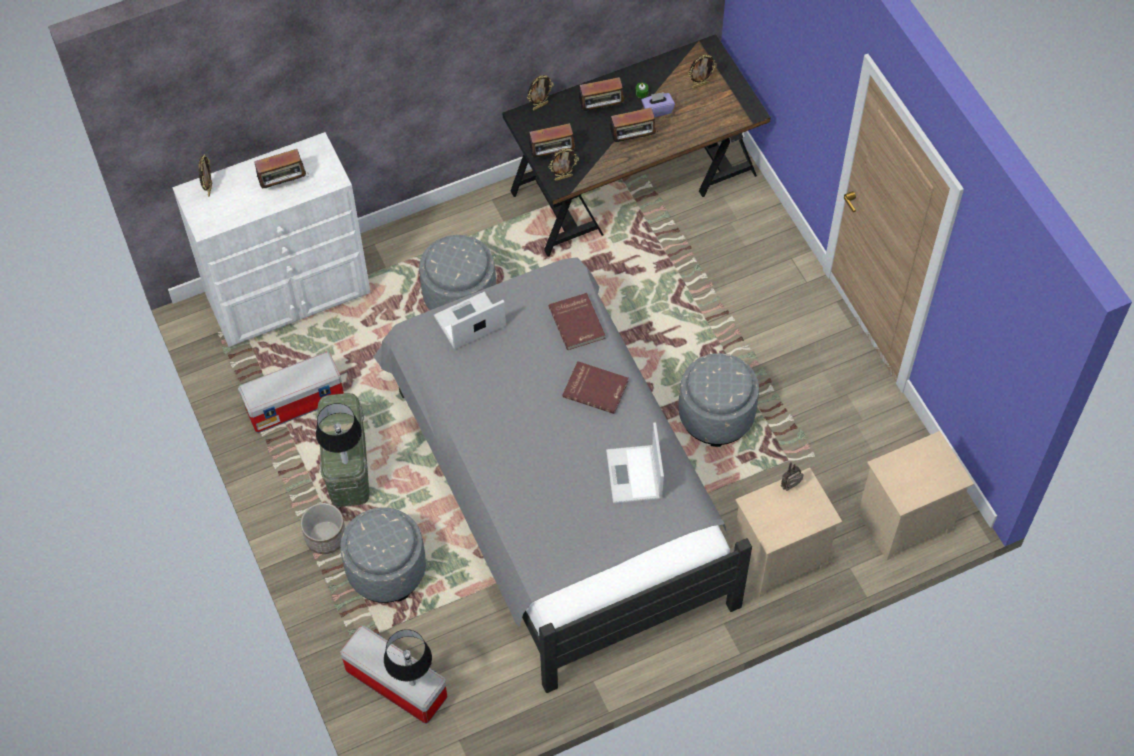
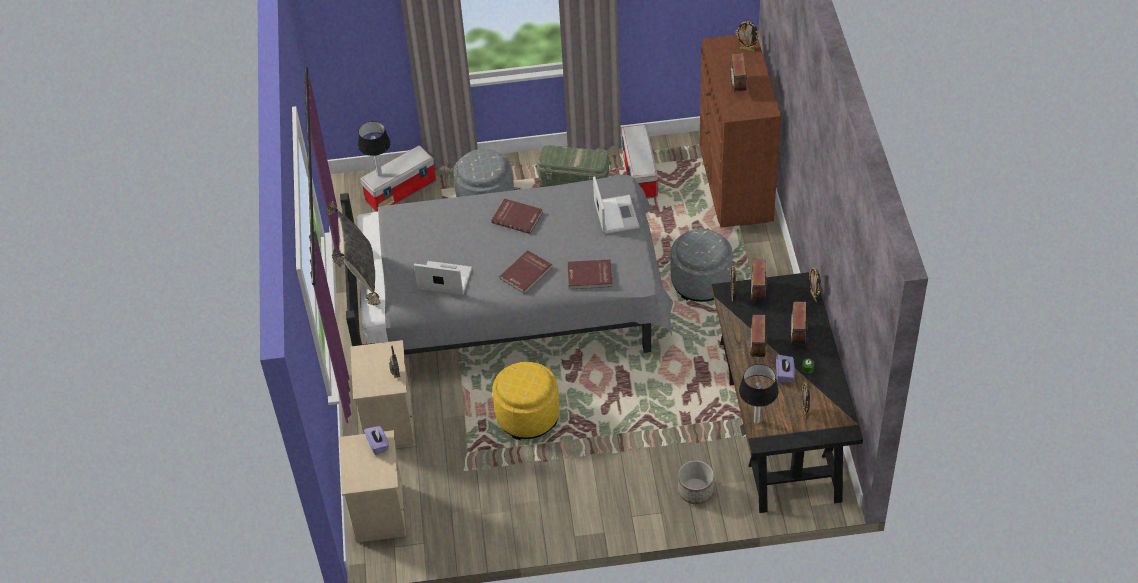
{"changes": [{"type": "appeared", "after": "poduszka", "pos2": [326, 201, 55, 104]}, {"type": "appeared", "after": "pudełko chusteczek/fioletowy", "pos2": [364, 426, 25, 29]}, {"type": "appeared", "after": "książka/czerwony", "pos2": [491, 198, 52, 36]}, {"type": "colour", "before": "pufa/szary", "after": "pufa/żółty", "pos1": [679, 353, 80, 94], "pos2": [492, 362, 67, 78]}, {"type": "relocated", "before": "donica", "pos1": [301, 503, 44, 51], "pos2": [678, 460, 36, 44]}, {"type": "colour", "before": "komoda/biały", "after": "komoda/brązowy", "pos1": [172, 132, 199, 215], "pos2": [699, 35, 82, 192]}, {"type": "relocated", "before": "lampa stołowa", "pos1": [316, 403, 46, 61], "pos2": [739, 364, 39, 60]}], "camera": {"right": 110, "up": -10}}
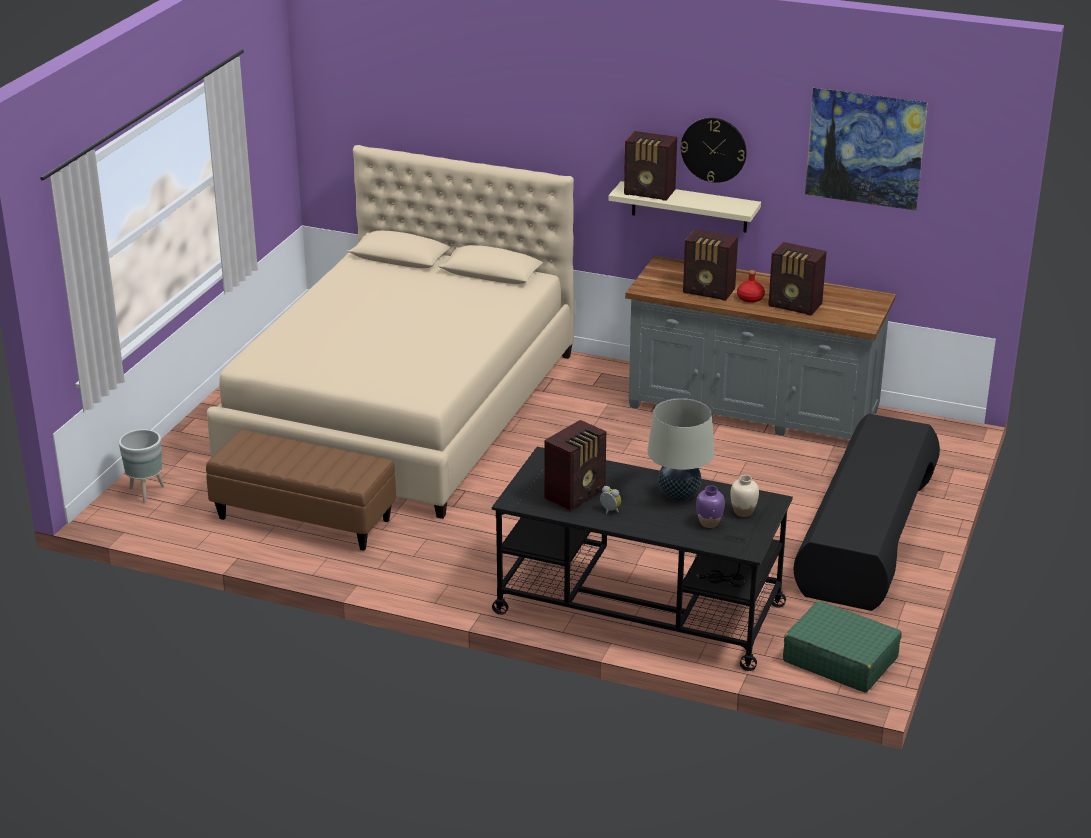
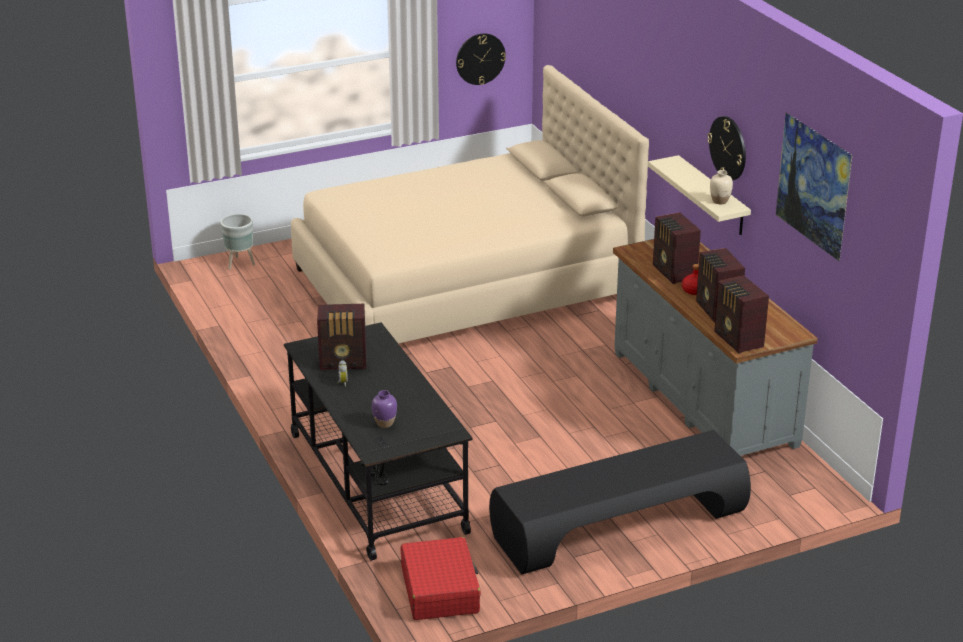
{"changes": [{"type": "colour", "before": "walizka/zielony", "after": "walizka/czerwony", "pos1": [783, 601, 119, 91], "pos2": [400, 537, 81, 83]}, {"type": "appeared", "after": "zegar ścienny", "pos2": [456, 33, 50, 52]}, {"type": "relocated", "before": "wazon/beżowy", "pos1": [730, 475, 29, 42], "pos2": [710, 170, 23, 34]}, {"type": "relocated", "before": "radio", "pos1": [624, 131, 53, 70], "pos2": [714, 275, 55, 78]}, {"type": "missing", "before": "pufa/brązowy", "pos1": [206, 430, 190, 121]}, {"type": "missing", "before": "lampa stołowa/beżowy", "pos1": [647, 398, 67, 102]}], "camera": {"right": 45, "up": 0}}
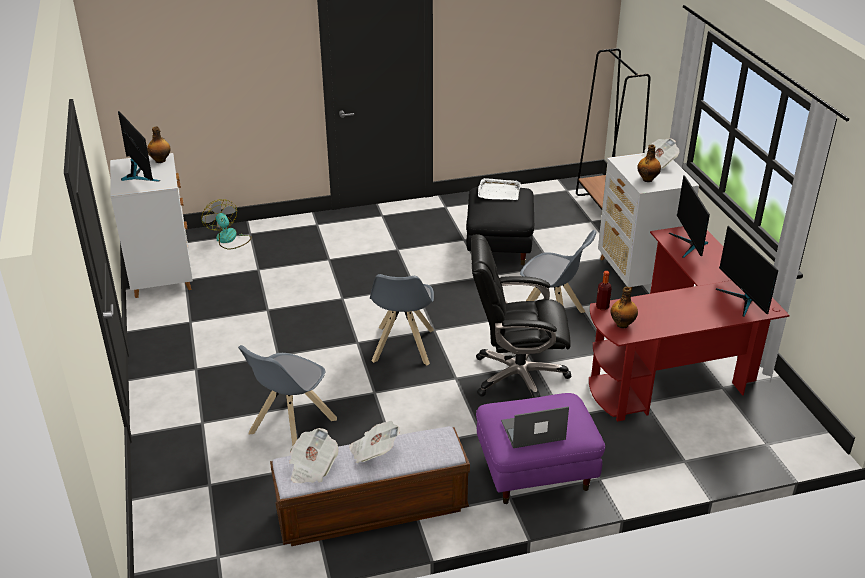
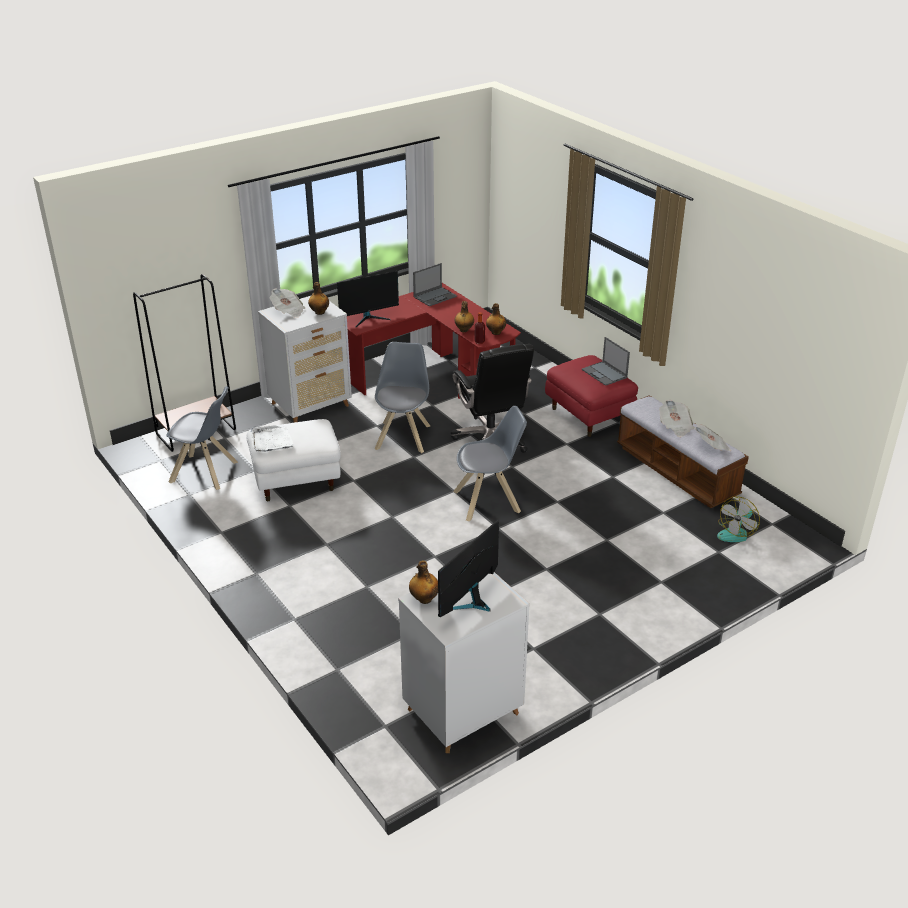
{"changes": [{"type": "relocated", "before": "krzesło/szary", "pos1": [238, 345, 99, 101], "pos2": [166, 386, 72, 104]}, {"type": "colour", "before": "pufa/czarny", "after": "pufa/biały", "pos1": [466, 187, 68, 78], "pos2": [246, 419, 94, 83]}, {"type": "exchanged", "before": "monitor", "after": "laptop", "pos1": [715, 226, 63, 91], "pos2": [413, 263, 44, 43]}, {"type": "appeared", "after": "butelka", "pos2": [455, 301, 19, 31]}, {"type": "colour", "before": "pufa/fioletowy", "after": "pufa/czerwony", "pos1": [476, 393, 129, 111], "pos2": [545, 355, 93, 82]}, {"type": "relocated", "before": "wentylator", "pos1": [201, 199, 51, 51], "pos2": [717, 496, 43, 46]}], "camera": {"right": -110, "up": 0}}
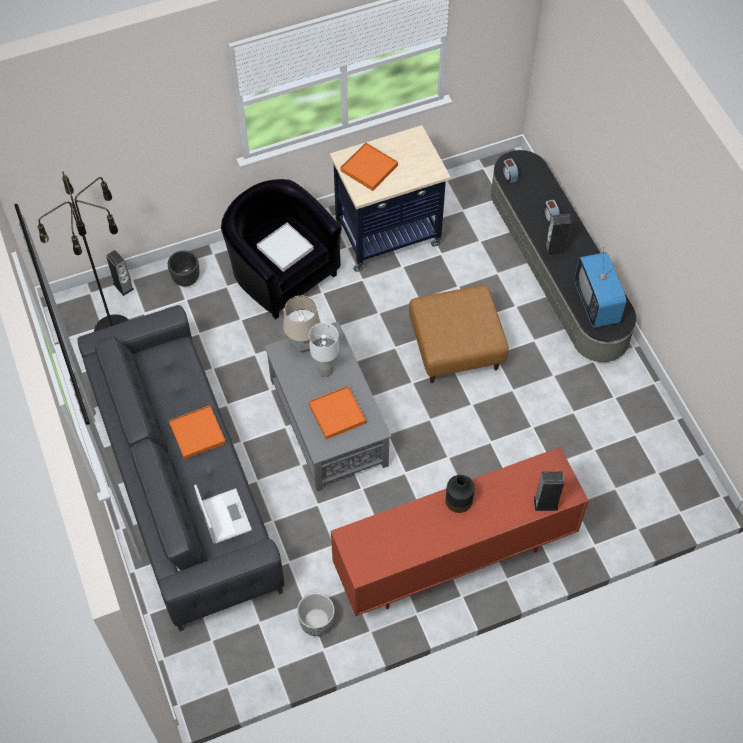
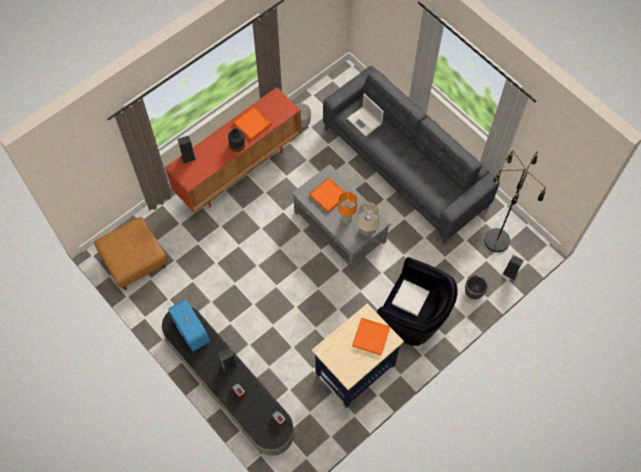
{"changes": [{"type": "relocated", "before": "pufa/brązowy", "pos1": [409, 285, 100, 98], "pos2": [94, 217, 73, 73]}, {"type": "relocated", "before": "taca/pomarańczowy", "pos1": [169, 405, 57, 55], "pos2": [234, 106, 38, 34]}, {"type": "colour", "before": "lampa stołowa/biały", "after": "lampa stołowa/pomarańczowy", "pos1": [309, 323, 30, 54], "pos2": [338, 192, 19, 32]}], "camera": {"right": 160, "up": 5}}
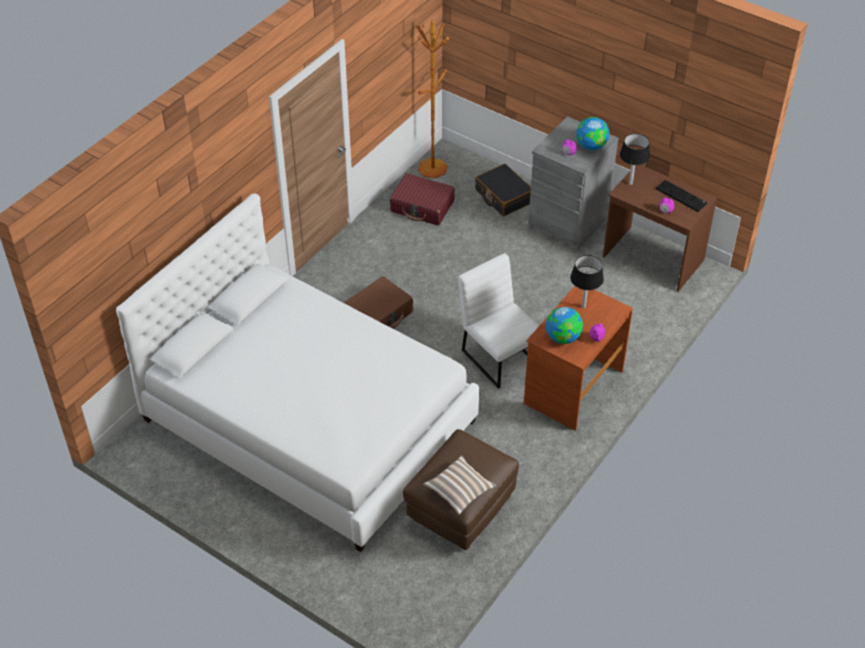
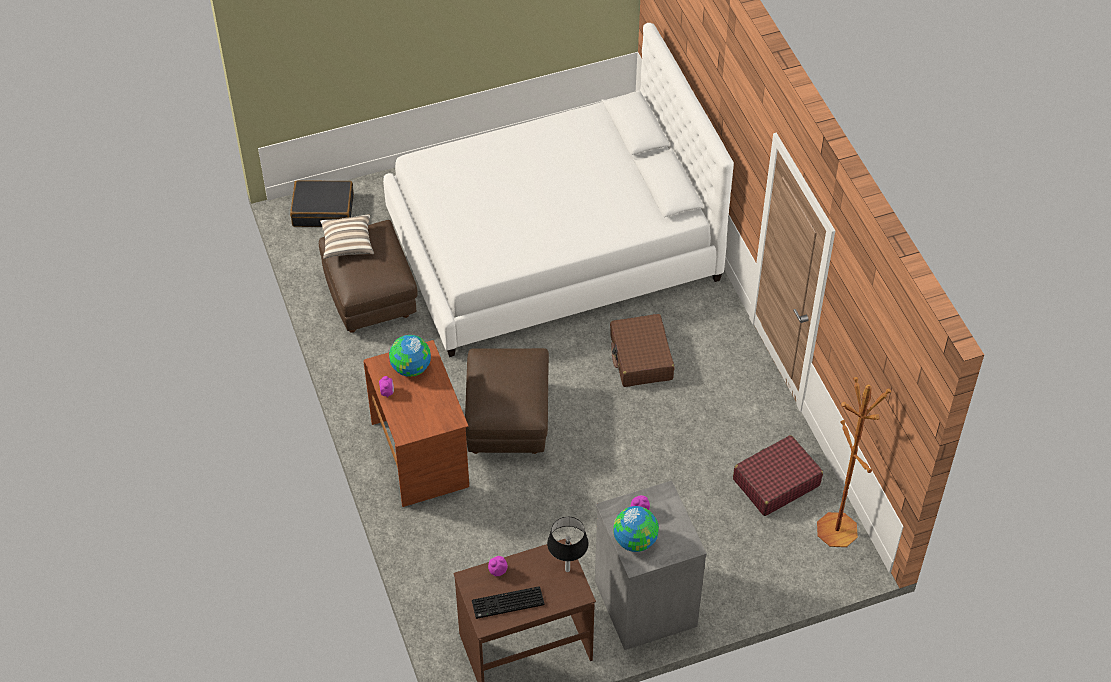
{"changes": [{"type": "relocated", "before": "walizka/czarny", "pos1": [475, 164, 56, 52], "pos2": [290, 180, 64, 47]}, {"type": "exchanged", "before": "krzesło/biały", "after": "pufa/brązowy", "pos1": [458, 253, 81, 136], "pos2": [465, 348, 84, 106]}, {"type": "missing", "before": "lampa stołowa/czarny", "pos1": [570, 255, 34, 53]}], "camera": {"right": 125, "up": 5}}
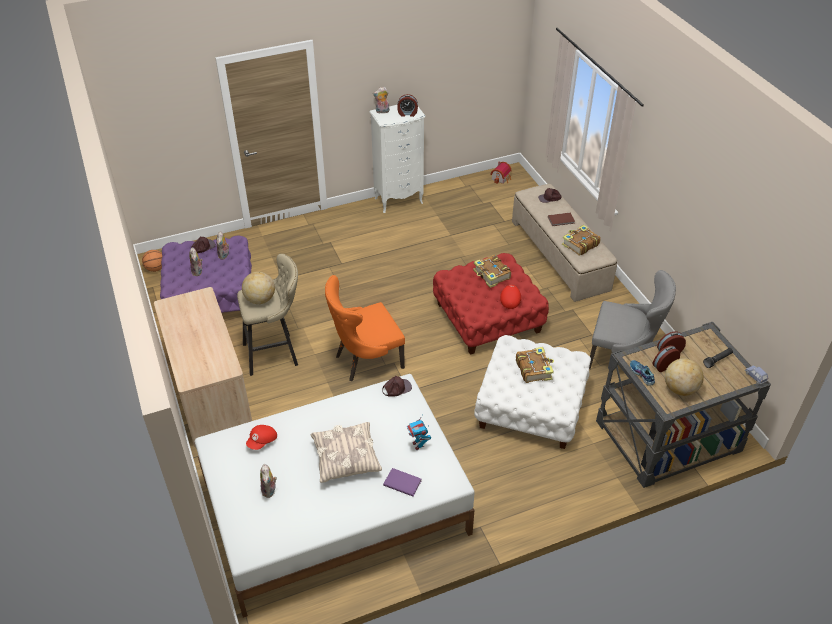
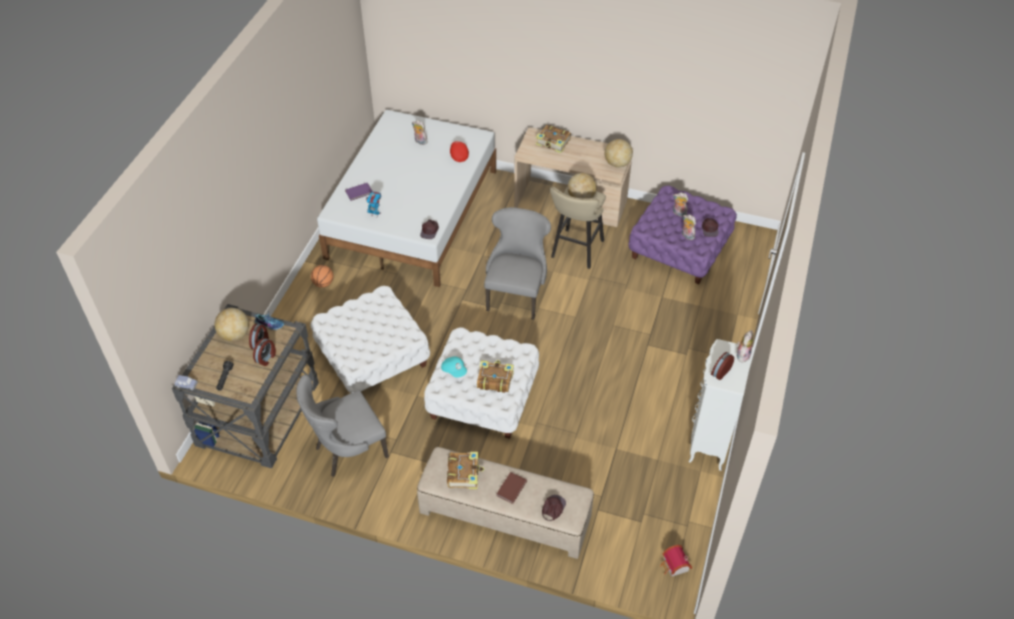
{"changes": [{"type": "relocated", "before": "piłka do koszykówki", "pos1": [142, 250, 20, 22], "pos2": [311, 265, 23, 23]}, {"type": "colour", "before": "pufa/czerwony", "after": "pufa/biały", "pos1": [433, 253, 116, 102], "pos2": [424, 327, 115, 112]}, {"type": "colour", "before": "czapka z daszkiem/czerwony", "after": "czapka z daszkiem/turkusowy", "pos1": [500, 285, 21, 24], "pos2": [441, 356, 26, 22]}, {"type": "colour", "before": "krzesło/pomarańczowy", "after": "krzesło/szary", "pos1": [325, 275, 80, 106], "pos2": [484, 207, 67, 113]}, {"type": "relocated", "before": "książka", "pos1": [516, 347, 38, 36], "pos2": [536, 125, 35, 28]}, {"type": "appeared", "after": "globus", "pos2": [605, 139, 28, 29]}, {"type": "missing", "before": "poduszka/beżowy", "pos1": [311, 422, 71, 61]}], "camera": {"right": 130, "up": 5}}
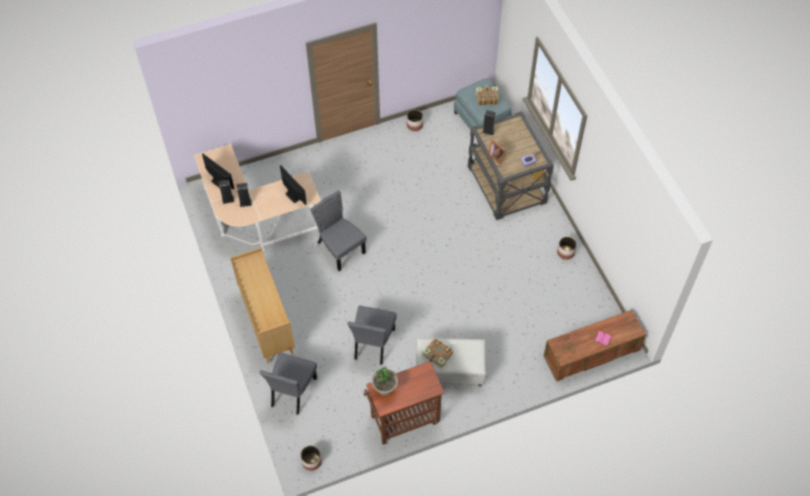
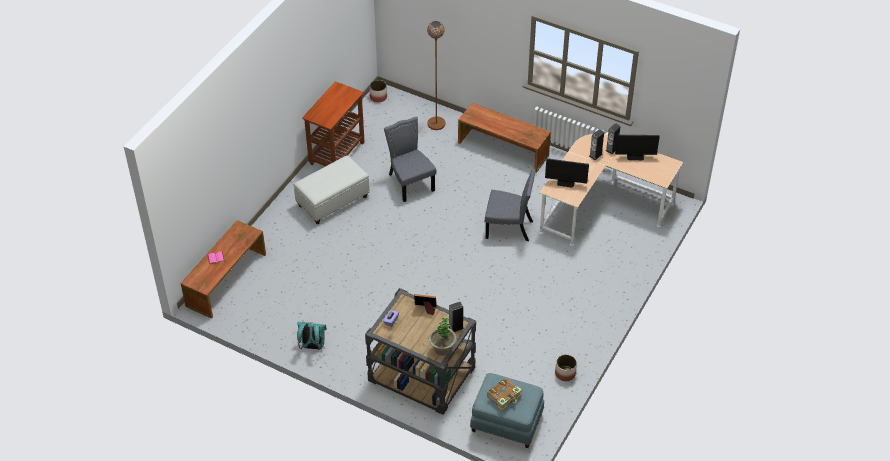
{"changes": [{"type": "exchanged", "before": "donica", "after": "plecak/turkusowy", "pos1": [557, 237, 20, 23], "pos2": [297, 322, 30, 28]}, {"type": "exchanged", "before": "krzesło/szary", "after": "lampa stojąca/brązowy", "pos1": [259, 352, 58, 63], "pos2": [427, 21, 18, 109]}, {"type": "relocated", "before": "roślina doniczkowa", "pos1": [372, 366, 26, 30], "pos2": [428, 318, 29, 38]}, {"type": "exchanged", "before": "komoda/brązowy", "after": "ławka/brązowy", "pos1": [230, 247, 65, 116], "pos2": [458, 103, 93, 70]}, {"type": "missing", "before": "książka", "pos1": [422, 338, 31, 30]}], "camera": {"right": 140, "up": -10}}
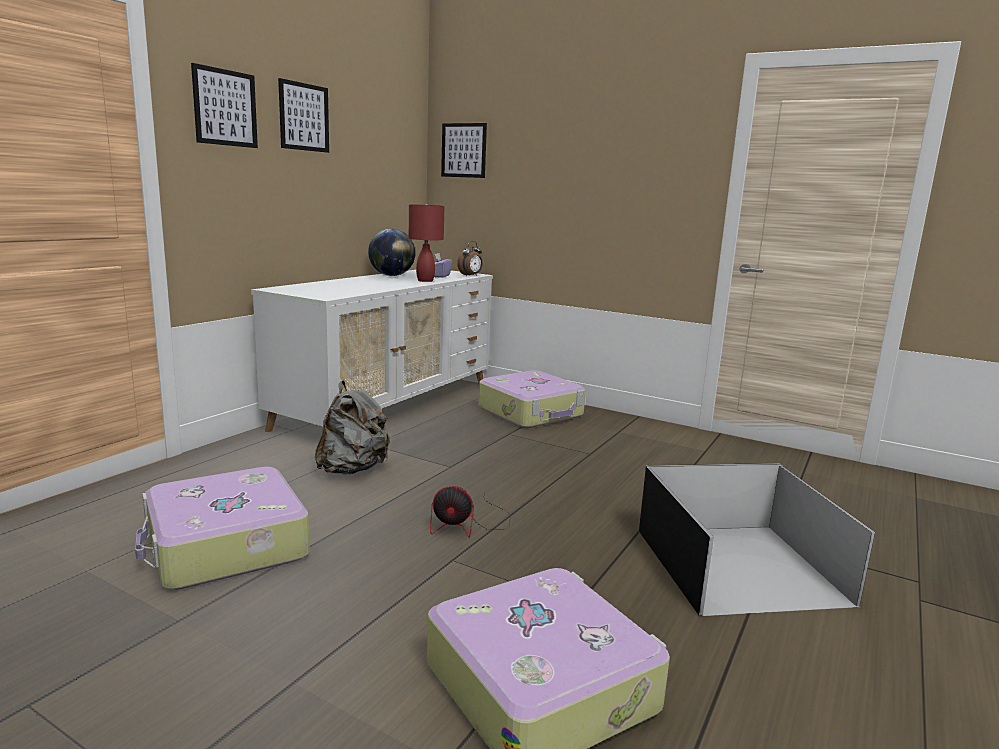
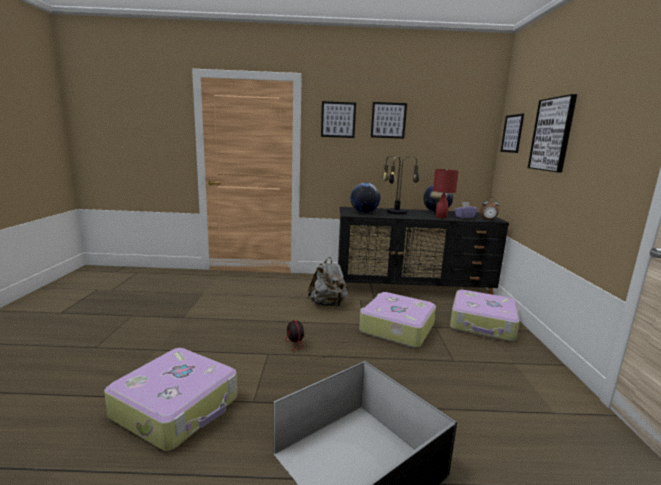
{"changes": [{"type": "colour", "before": "komoda/biały", "after": "komoda/czarny", "pos1": [251, 270, 242, 162], "pos2": [338, 207, 171, 88]}, {"type": "appeared", "after": "globus", "pos2": [350, 183, 30, 30]}, {"type": "relocated", "before": "walizka", "pos1": [135, 467, 175, 123], "pos2": [359, 292, 77, 56]}, {"type": "appeared", "after": "lampa stołowa", "pos2": [382, 156, 37, 58]}, {"type": "appeared", "after": "obraz", "pos2": [528, 94, 49, 79]}], "camera": {"right": 60, "up": 0}}
